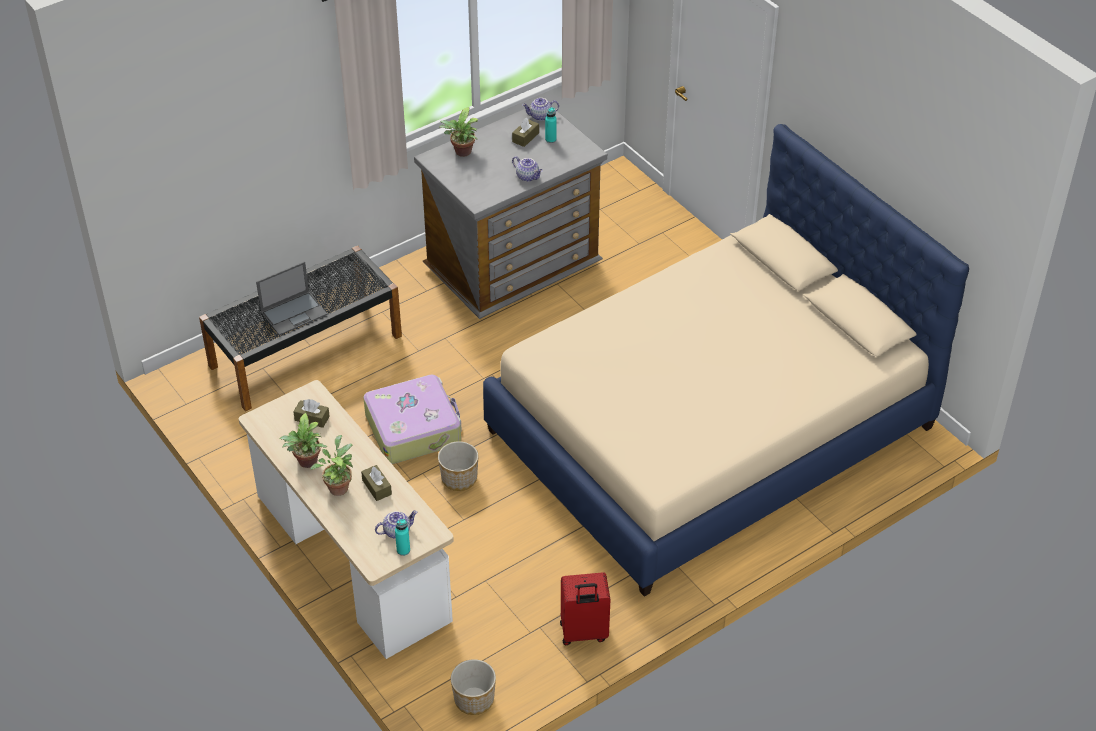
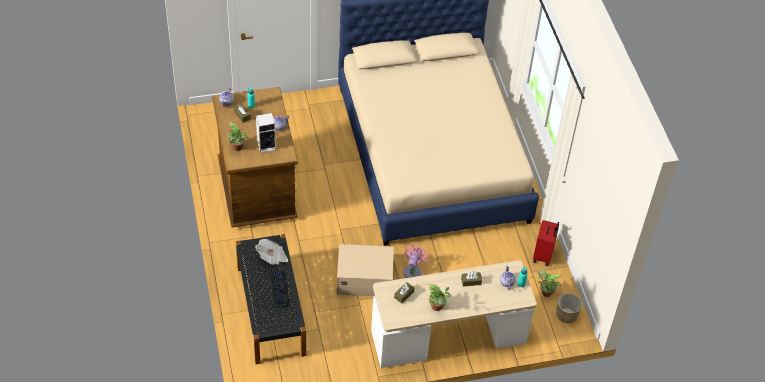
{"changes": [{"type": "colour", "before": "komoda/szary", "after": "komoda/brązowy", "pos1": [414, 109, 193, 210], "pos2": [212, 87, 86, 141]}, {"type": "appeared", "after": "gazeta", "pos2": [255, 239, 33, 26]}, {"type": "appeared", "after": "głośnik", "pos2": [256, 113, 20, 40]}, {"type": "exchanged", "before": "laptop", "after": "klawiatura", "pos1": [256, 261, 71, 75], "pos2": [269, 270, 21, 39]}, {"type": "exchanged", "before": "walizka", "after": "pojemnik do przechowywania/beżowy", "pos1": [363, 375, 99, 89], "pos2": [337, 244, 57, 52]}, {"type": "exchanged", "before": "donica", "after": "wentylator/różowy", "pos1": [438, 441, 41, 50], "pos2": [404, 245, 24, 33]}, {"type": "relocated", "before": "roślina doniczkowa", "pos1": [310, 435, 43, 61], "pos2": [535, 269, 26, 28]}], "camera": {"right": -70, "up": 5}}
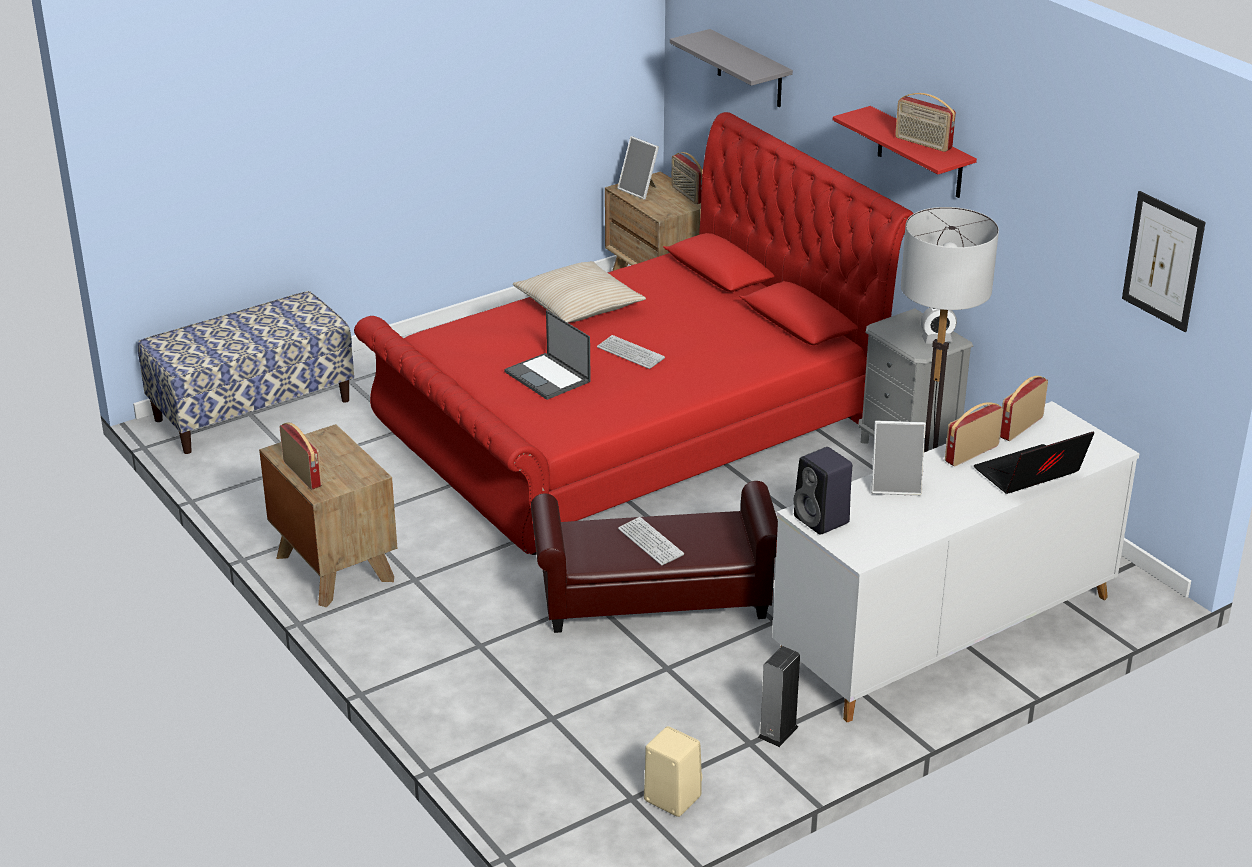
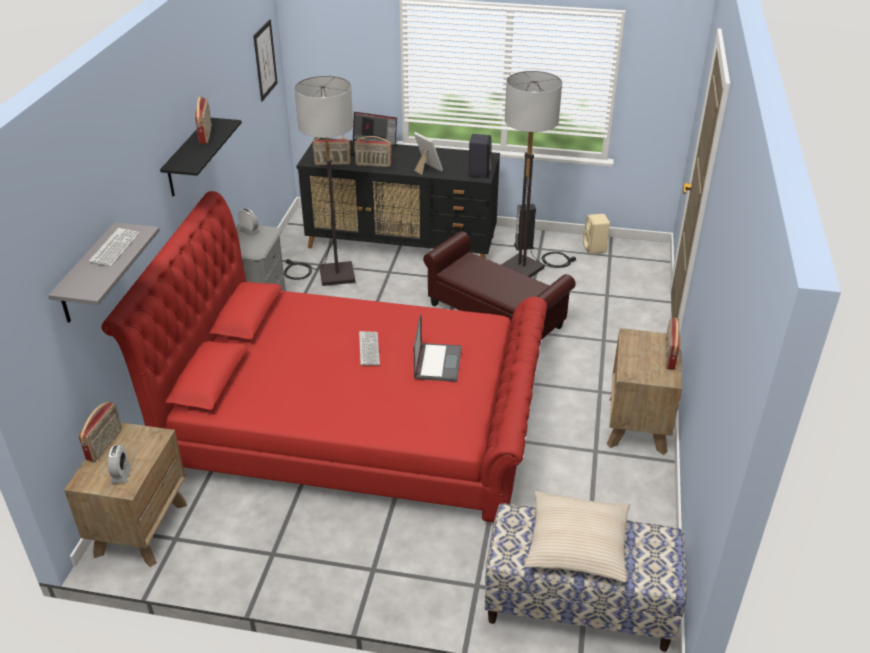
{"changes": [{"type": "relocated", "before": "klawiatura", "pos1": [618, 517, 66, 48], "pos2": [89, 228, 50, 38]}, {"type": "exchanged", "before": "ramka na zdjęcie", "after": "budzik", "pos1": [617, 136, 42, 64], "pos2": [108, 445, 24, 38]}, {"type": "colour", "before": "półka/czerwony", "after": "półka/czarny", "pos1": [833, 106, 144, 92], "pos2": [160, 118, 82, 78]}, {"type": "colour", "before": "komoda/biały", "after": "komoda/czarny", "pos1": [772, 401, 368, 321], "pos2": [296, 137, 204, 121]}, {"type": "appeared", "after": "lampa stojąca", "pos2": [501, 71, 75, 206]}, {"type": "relocated", "before": "poduszka/beżowy", "pos1": [513, 261, 133, 62], "pos2": [525, 491, 105, 91]}], "camera": {"right": -135, "up": 5}}
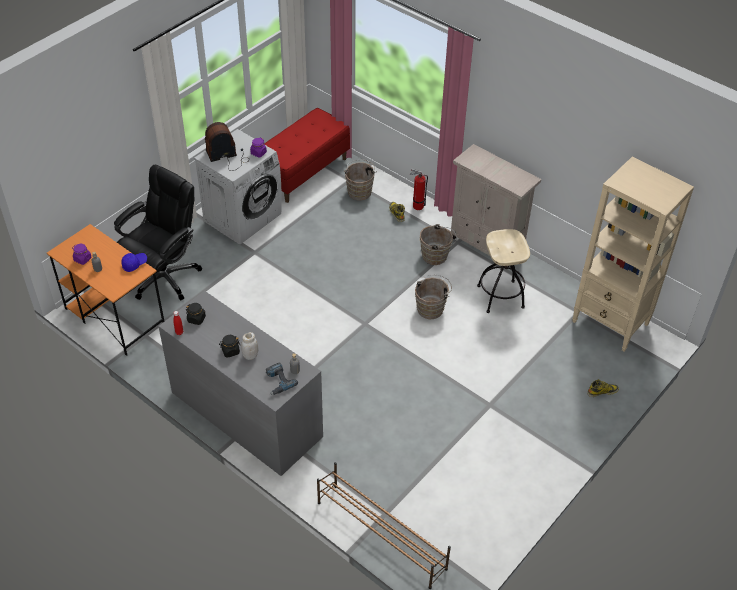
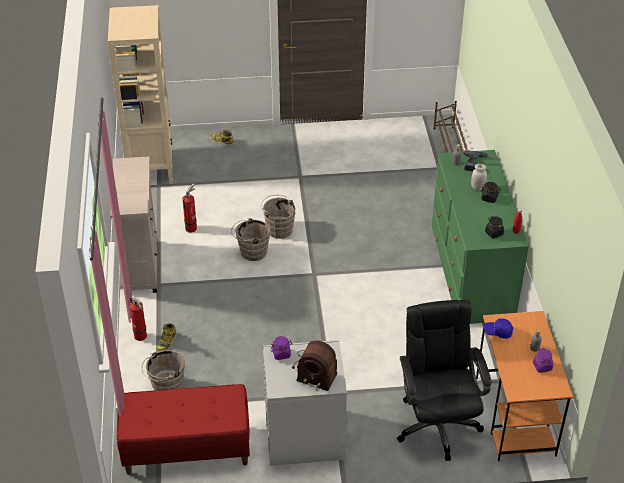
{"changes": [{"type": "exchanged", "before": "stołek/beżowy", "after": "gaśnica", "pos1": [477, 229, 53, 84], "pos2": [182, 184, 15, 48]}, {"type": "relocated", "before": "wiadro/brązowy", "pos1": [420, 224, 37, 41], "pos2": [261, 195, 35, 44]}, {"type": "spun", "before": "krzesło biurowe/czarny", "pos1": [114, 165, 88, 136], "pos2": [397, 300, 94, 161], "turn": 90}, {"type": "colour", "before": "komoda/szary", "after": "komoda/zielony", "pos1": [158, 291, 165, 185], "pos2": [432, 150, 97, 174]}], "camera": {"right": -135, "up": -5}}
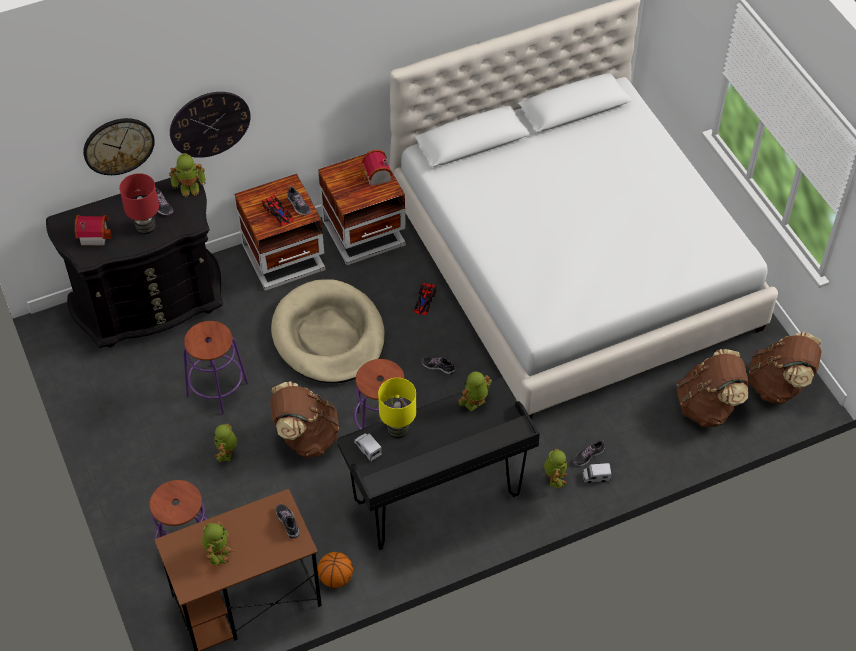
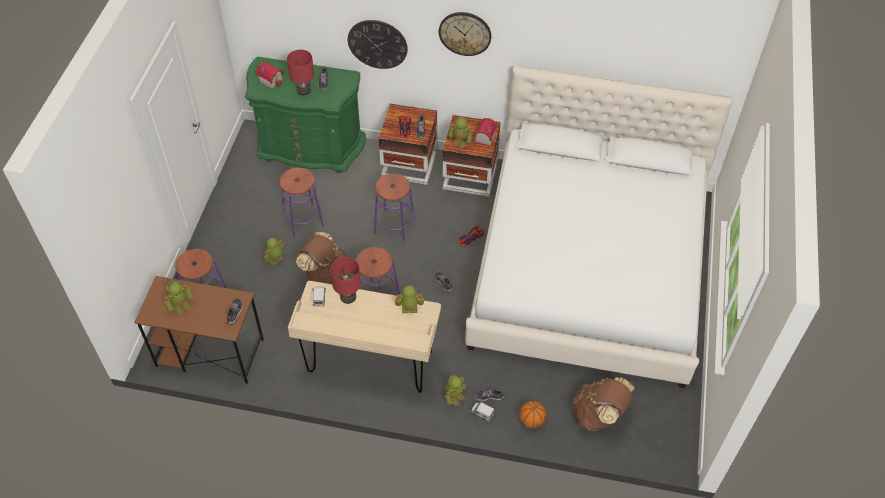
{"changes": [{"type": "colour", "before": "komoda/czarny", "after": "komoda/zielony", "pos1": [46, 178, 177, 170], "pos2": [245, 57, 121, 116]}, {"type": "colour", "before": "biurko/czarny", "after": "biurko/beżowy", "pos1": [337, 378, 203, 172], "pos2": [288, 281, 153, 112]}, {"type": "colour", "before": "lampa stołowa/żółty", "after": "lampa stołowa/czerwony", "pos1": [378, 378, 38, 60], "pos2": [330, 257, 31, 47]}, {"type": "exchanged", "before": "legowisko/beżowy", "after": "stołek/fioletowy", "pos1": [271, 279, 114, 104], "pos2": [374, 173, 41, 69]}, {"type": "relocated", "before": "zegar ścienny", "pos1": [83, 118, 72, 57], "pos2": [439, 12, 52, 44]}, {"type": "relocated", "before": "robot zabawkowy", "pos1": [169, 153, 37, 44], "pos2": [448, 117, 25, 32]}, {"type": "relocated", "before": "piłka do koszykówki", "pos1": [317, 552, 36, 36], "pos2": [519, 401, 27, 27]}, {"type": "missing", "before": "plecak/brązowy", "pos1": [749, 332, 73, 72]}], "camera": {"right": 35, "up": 0}}
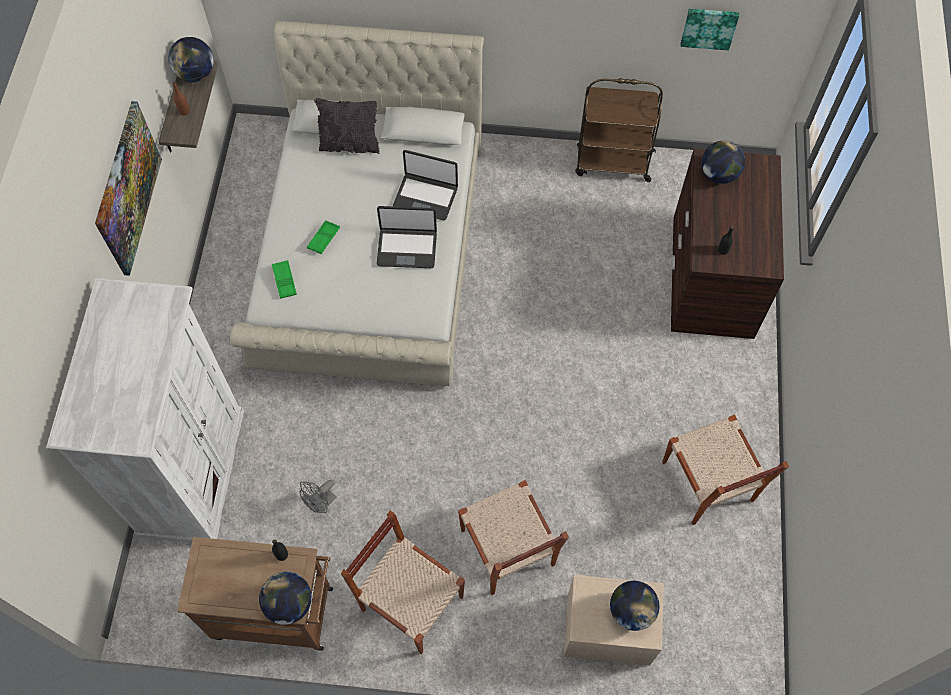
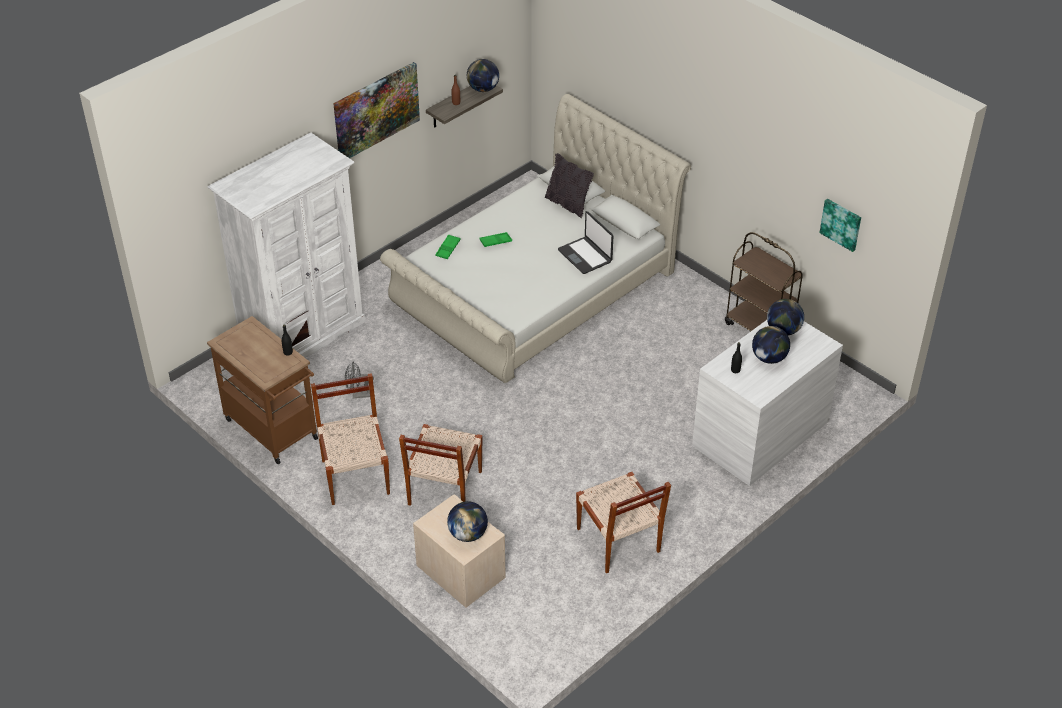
{"changes": [{"type": "spun", "before": "krzesło", "pos1": [662, 415, 127, 110], "pos2": [576, 472, 95, 101], "turn": -45}, {"type": "colour", "before": "komoda/brązowy", "after": "komoda/biały", "pos1": [671, 149, 113, 190], "pos2": [692, 320, 151, 166]}, {"type": "relocated", "before": "globus", "pos1": [259, 572, 53, 53], "pos2": [752, 326, 38, 38]}, {"type": "missing", "before": "laptop", "pos1": [377, 206, 60, 62]}], "camera": {"right": 40, "up": -20}}
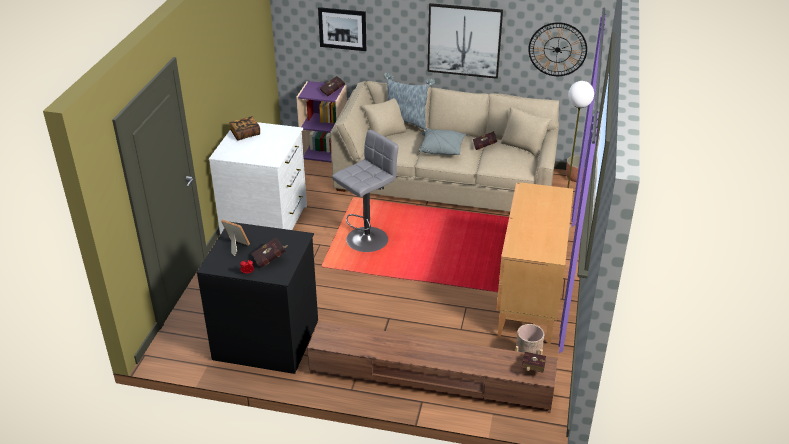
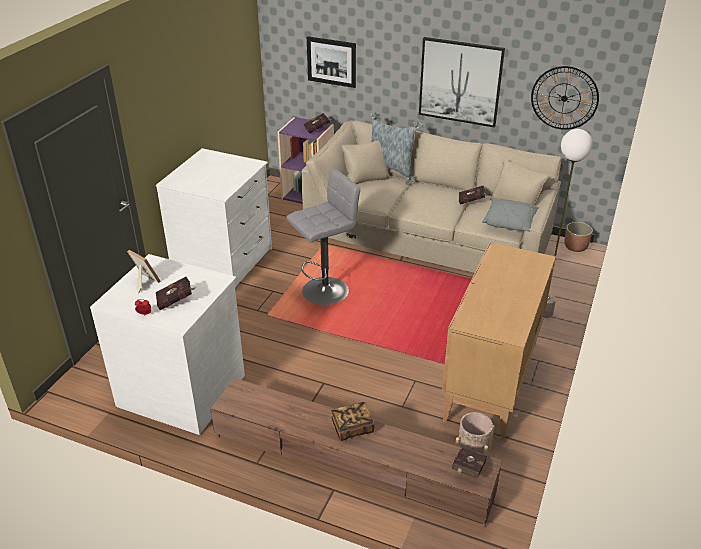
{"changes": [{"type": "colour", "before": "komoda/czarny", "after": "komoda/biały", "pos1": [197, 222, 121, 152], "pos2": [90, 254, 155, 181]}, {"type": "relocated", "before": "książka", "pos1": [229, 116, 31, 24], "pos2": [331, 402, 44, 39]}, {"type": "relocated", "before": "poduszka/szary", "pos1": [419, 129, 47, 26], "pos2": [482, 198, 57, 34]}], "camera": {"right": 10, "up": 0}}
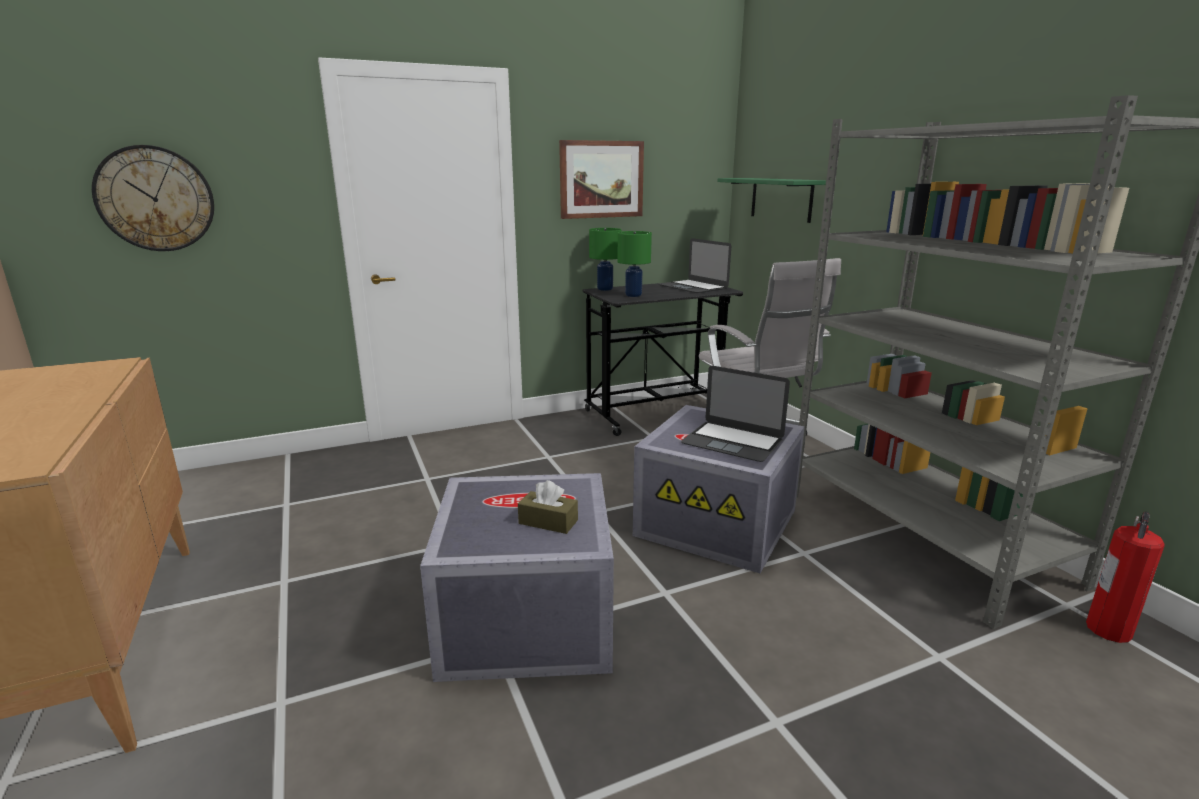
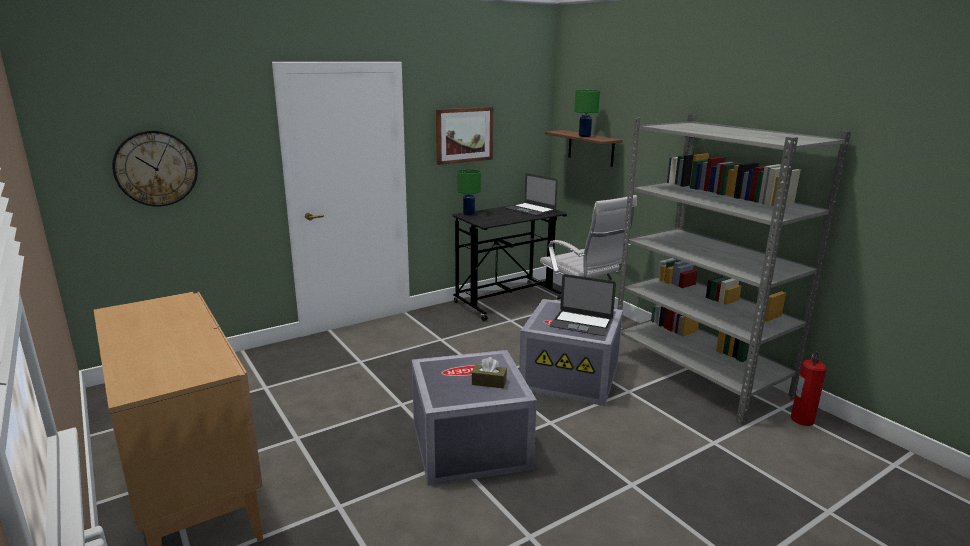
{"changes": [{"type": "colour", "before": "półka/zielony", "after": "półka/brązowy", "pos1": [717, 178, 109, 45], "pos2": [545, 130, 78, 37]}, {"type": "relocated", "before": "lampa stołowa/zielony", "pos1": [617, 231, 35, 66], "pos2": [574, 89, 26, 48]}], "camera": {"right": -10, "up": 0}}
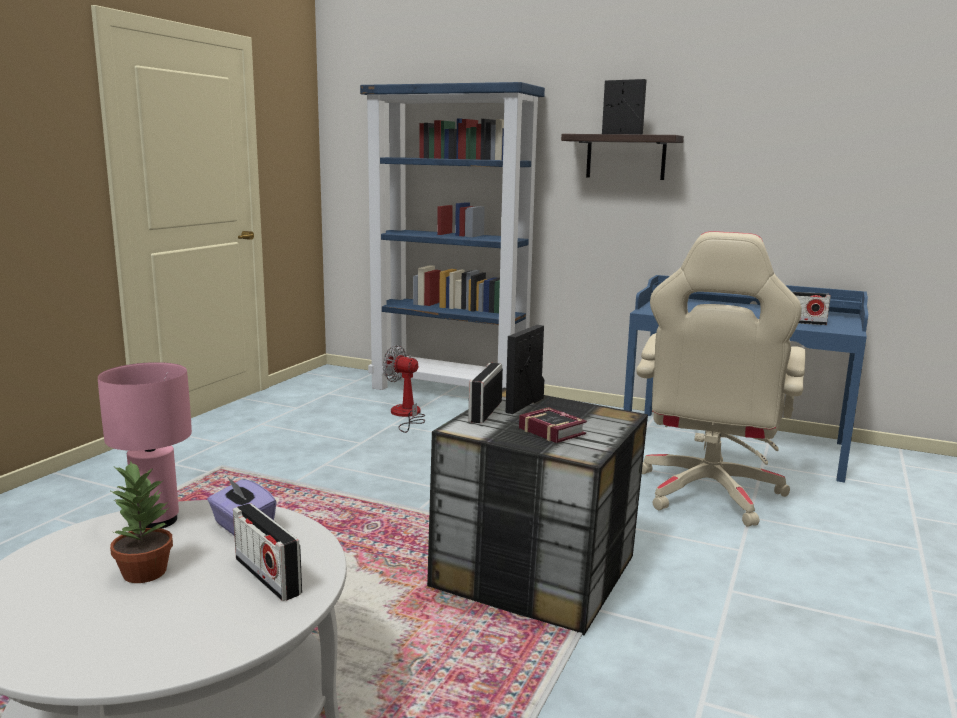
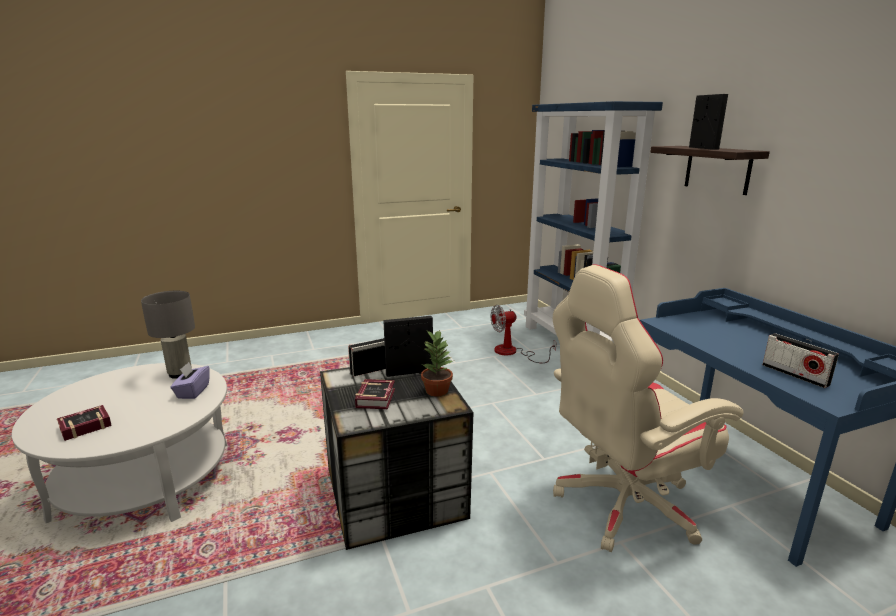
{"changes": [{"type": "appeared", "after": "książka", "pos2": [57, 405, 55, 36]}, {"type": "colour", "before": "lampa stołowa/różowy", "after": "lampa stołowa/szary", "pos1": [98, 362, 94, 167], "pos2": [141, 291, 54, 88]}, {"type": "relocated", "before": "roślina doniczkowa", "pos1": [109, 461, 64, 122], "pos2": [421, 329, 32, 68]}, {"type": "spun", "before": "wentylator", "pos1": [383, 345, 42, 88], "pos2": [490, 305, 66, 58], "turn": -90}, {"type": "missing", "before": "radio", "pos1": [233, 503, 69, 98]}], "camera": {"right": 45, "up": 5}}
